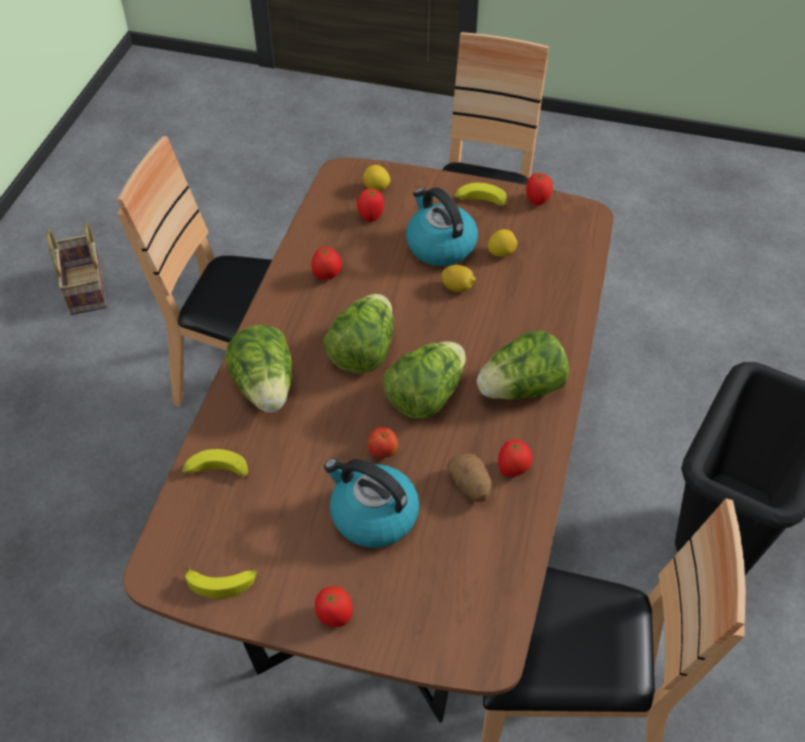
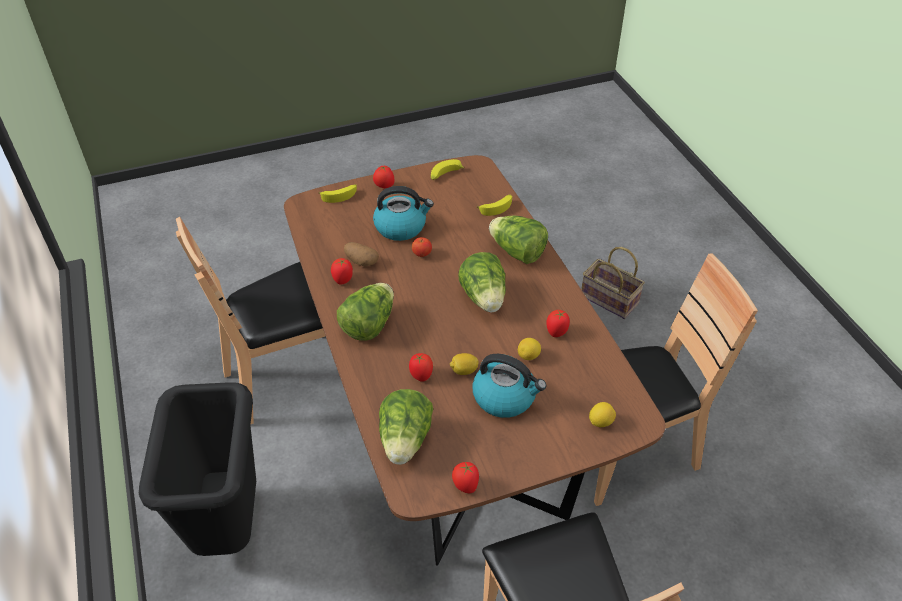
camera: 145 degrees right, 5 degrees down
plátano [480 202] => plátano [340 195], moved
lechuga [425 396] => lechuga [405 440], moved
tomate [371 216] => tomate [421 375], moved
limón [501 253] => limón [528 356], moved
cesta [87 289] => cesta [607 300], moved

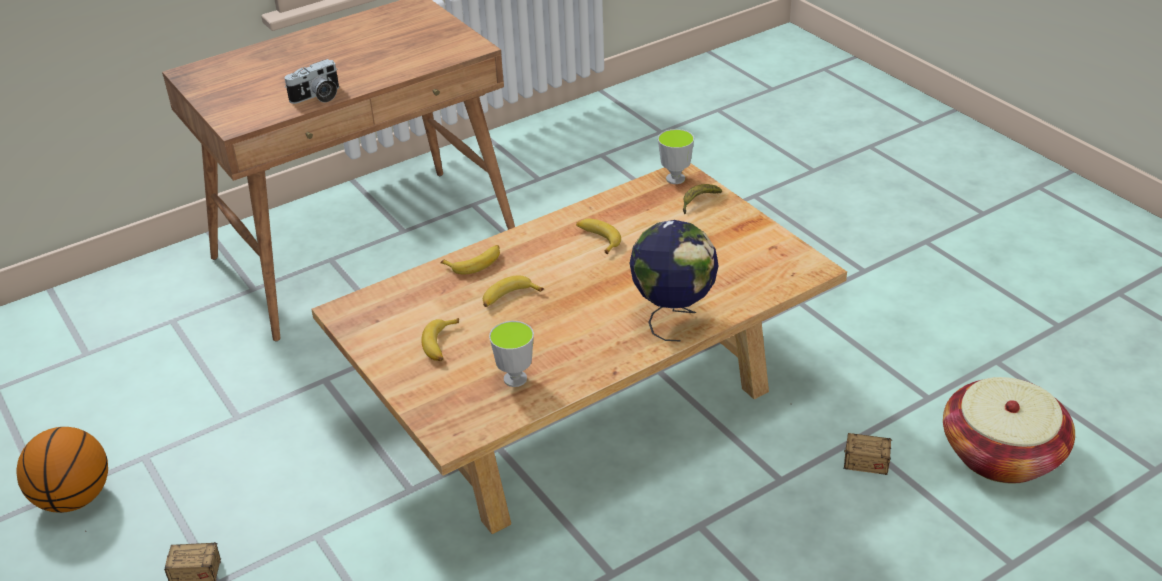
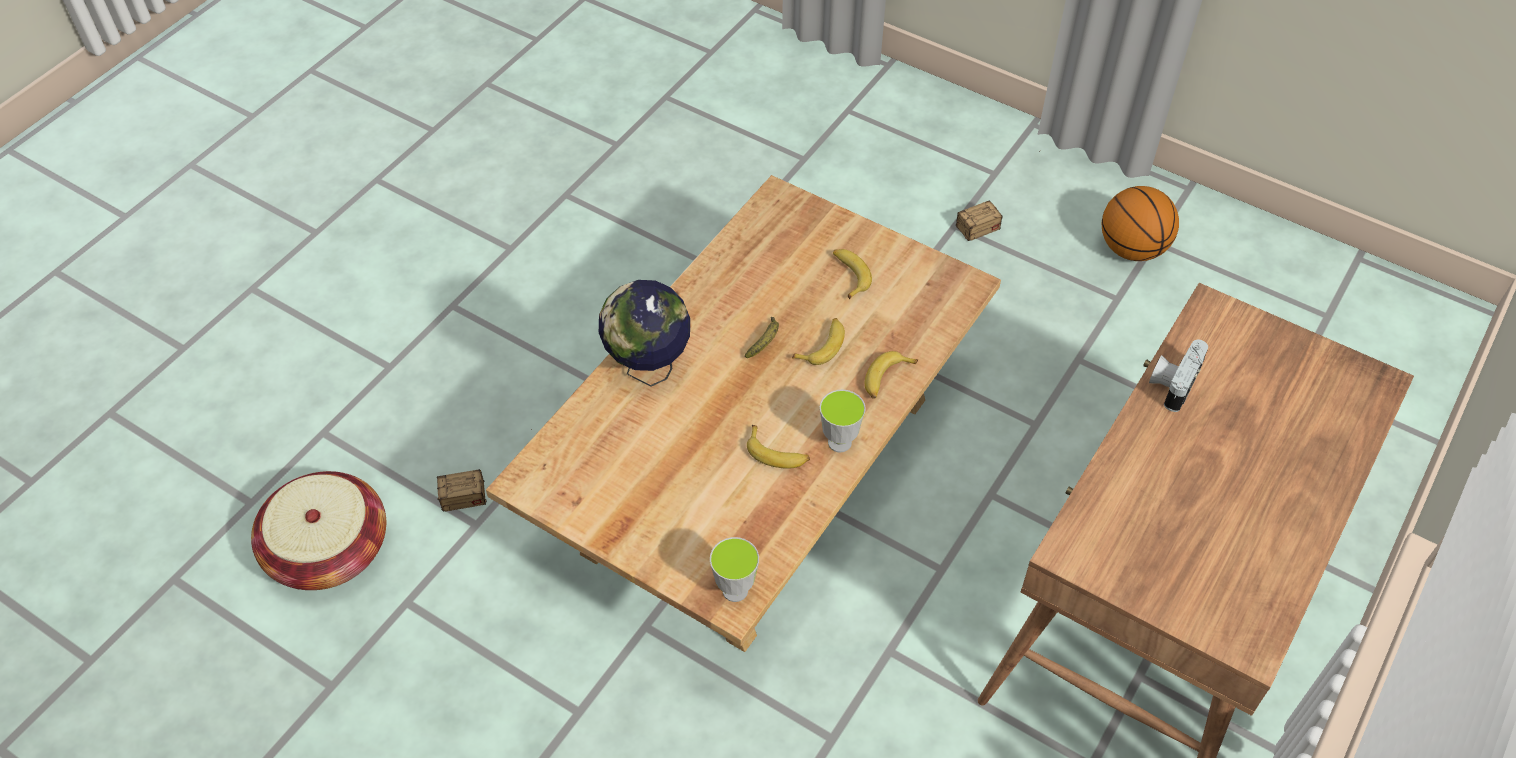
camera: 155 degrees right, 15 degrees up
plátano [698 202] => plátano [765 342], moved
taza [515 379] => taza [839 442], moved

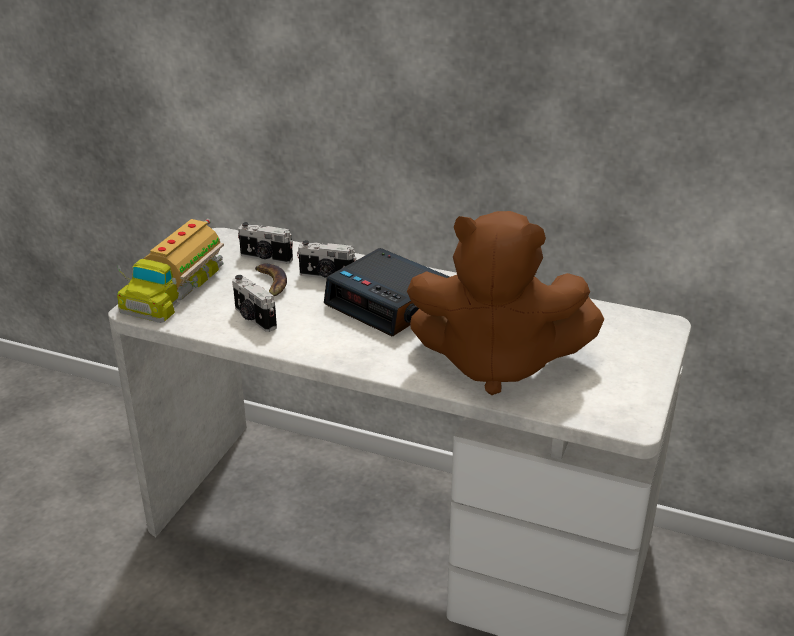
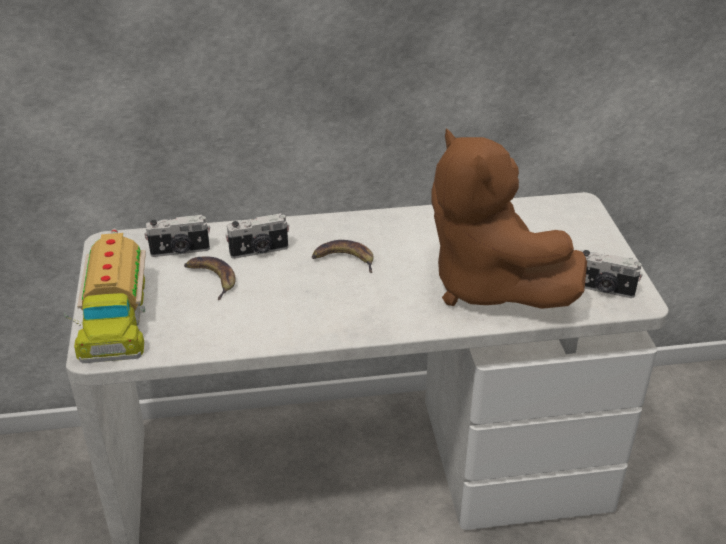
camera: 30 degrees left, 5 degrees up
despertador [389 303] => plátano [344 259]
peluche/marrón [496 363] => peluche/marrón [487 285], 75 degrees clockwise
cámara [253 318] => cámara [603 289], moved

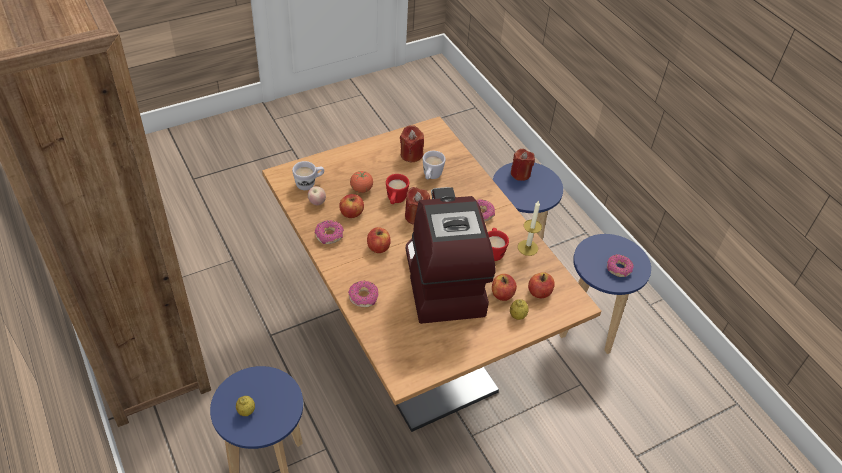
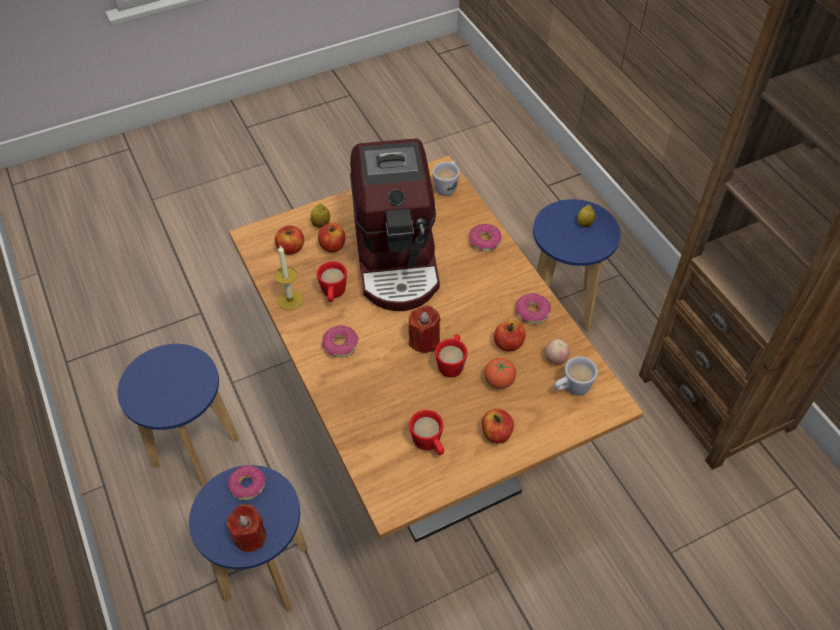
camera: 175 degrees left, 5 degrees up
rosquilla [619 269] => rosquilla [247 485], moved
vela/rojo [411 155] => taza grande/rojo [429 445]
taza grande/blanco [431 177] => taza grande/blanco [447 186], moved
manzana [378 247] => manzana [496 433], moved

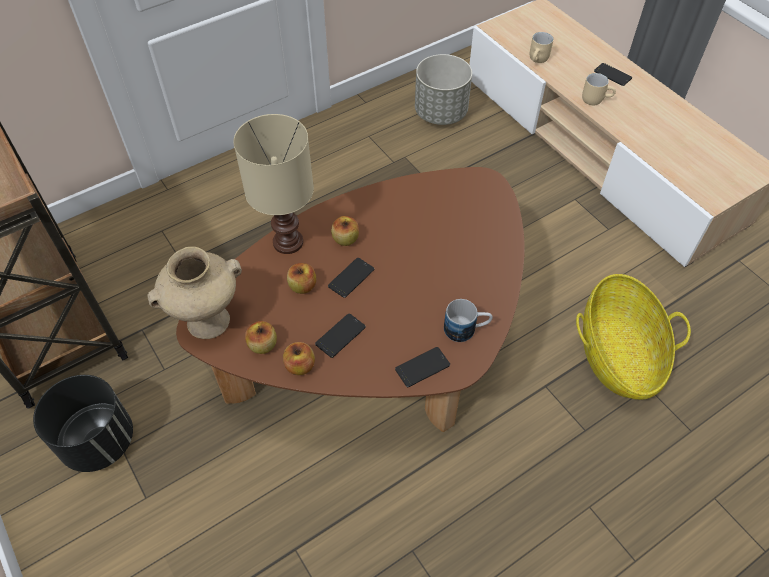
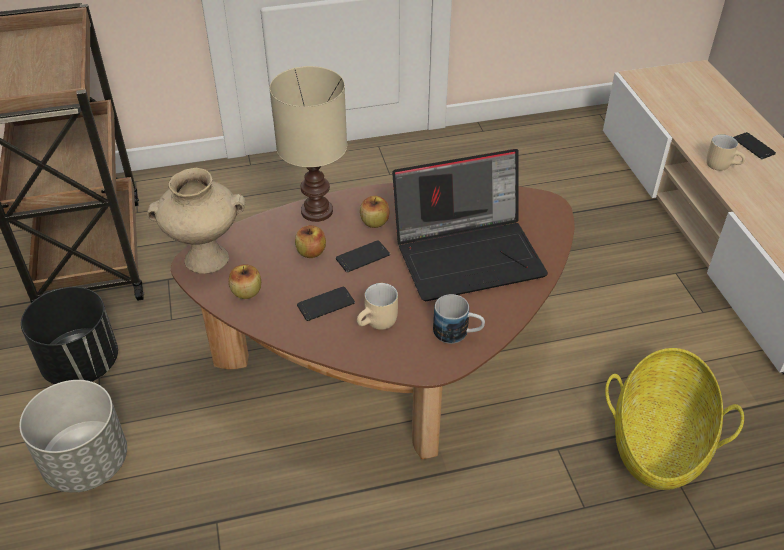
camera: 20 degrees right, 10 degrees down
maceta/gris [440 113] => maceta/gris [86 462], moved
taza grande/beis [539 60] => taza grande/beis [378 323], moved
nothing => portátil [469 254]
manzana [300 366] => nothing
móvil [422 367] => nothing

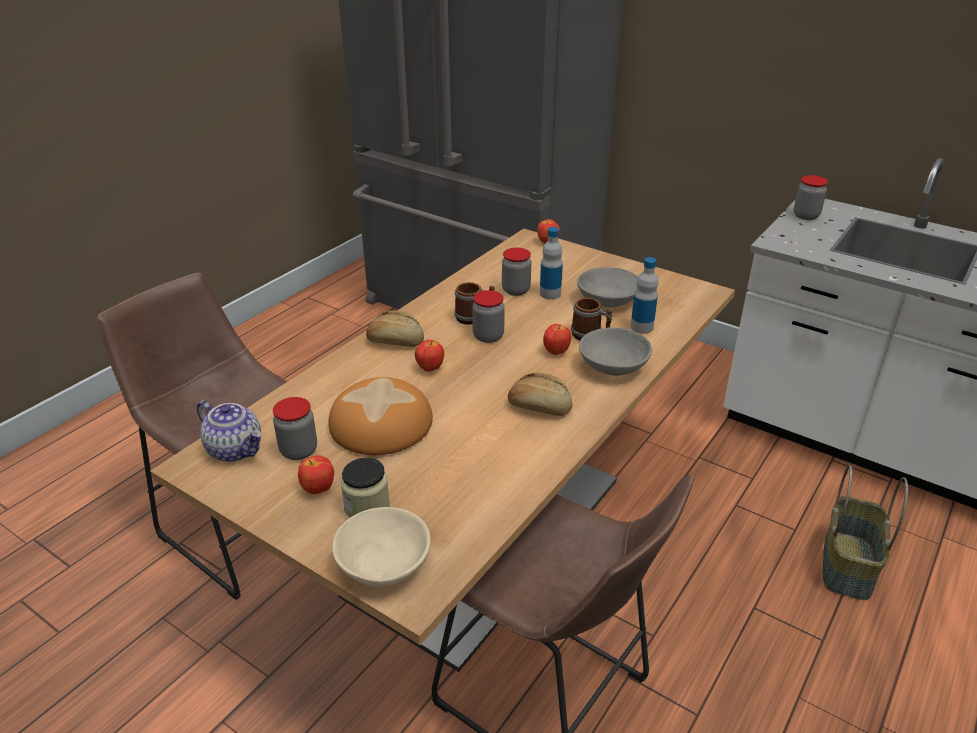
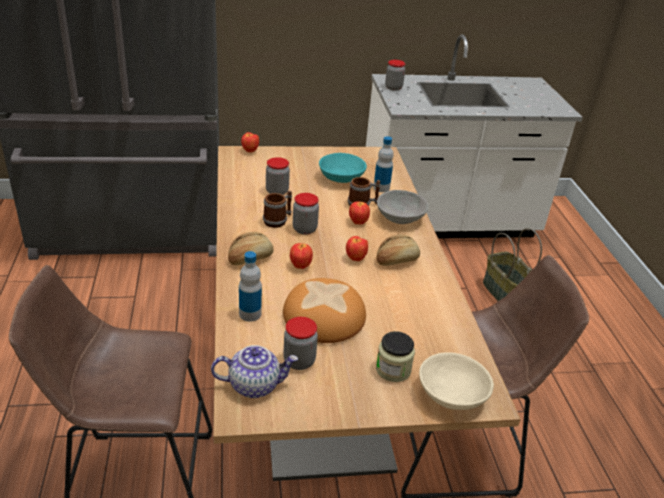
camera: 45 degrees left, 0 degrees up
botella [550 294] => botella [250 314], moved
cuenco/gris [607 301] => cuenco/turquesa [341 178]
manzana [318 489] => manzana [356 259], moved

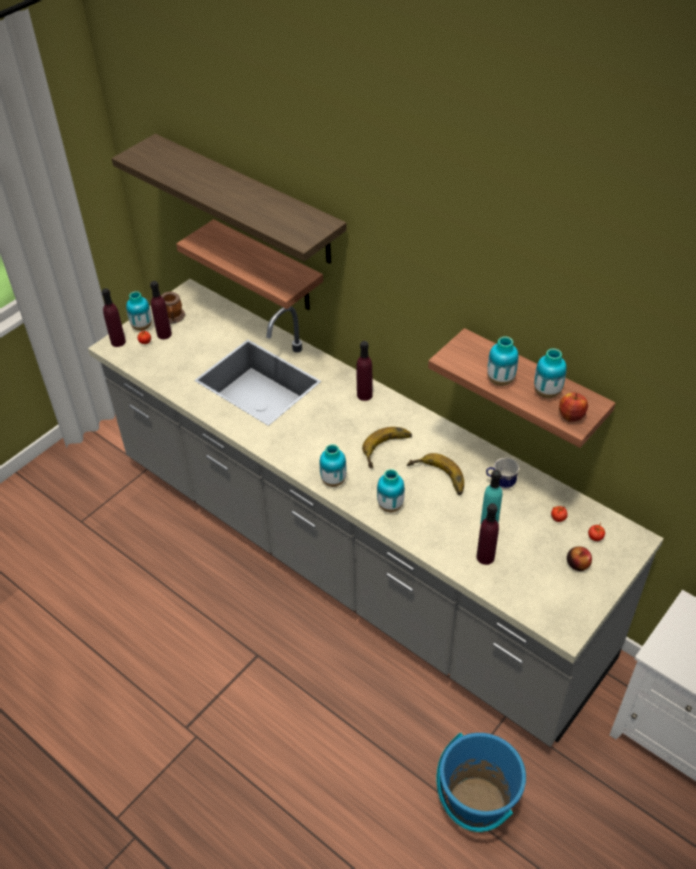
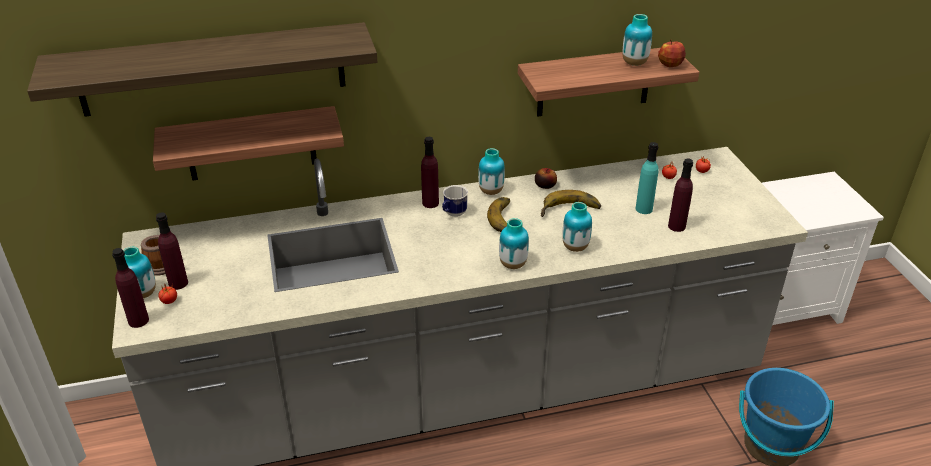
camera: 55 degrees left, 10 degrees down
taza grande [500 483] => taza grande [453 214], moved
florero [500 380] => florero [491 191], moved
manzana [578 564] => manzana [545 185], moved

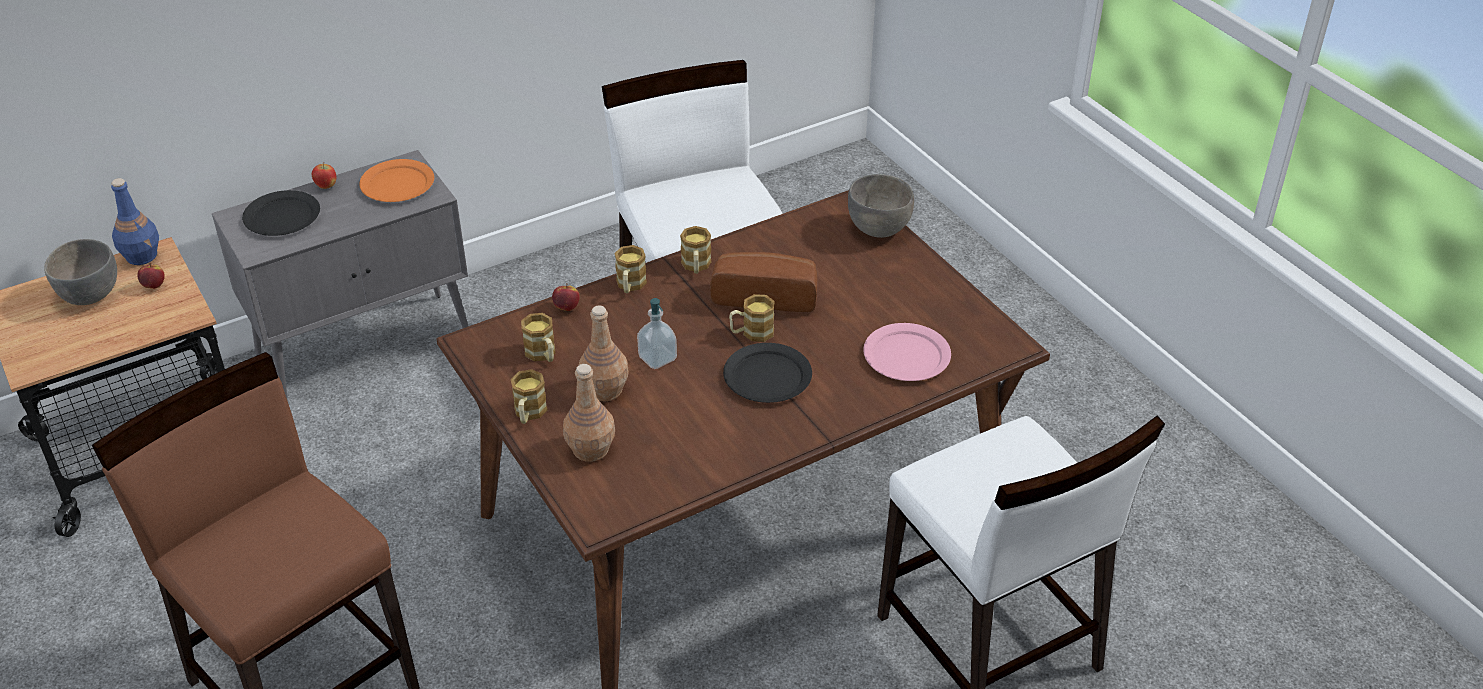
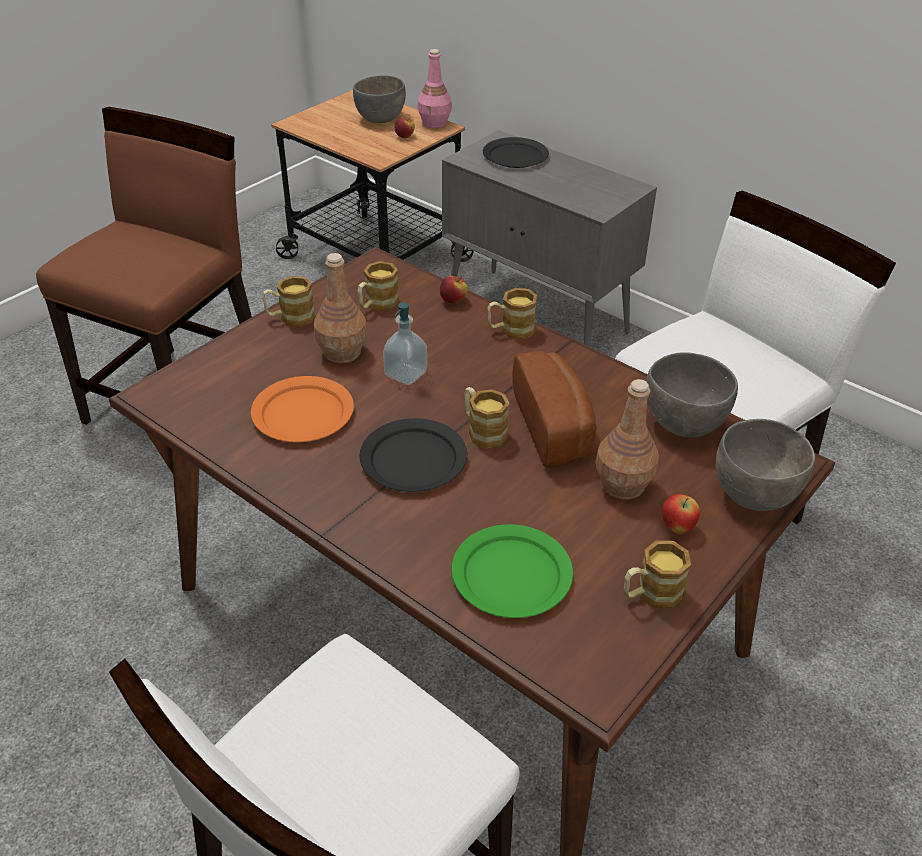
camera: 70 degrees right, 0 degrees up
plato/naranja [397 185] => plato/naranja [302 413], moved
botella/azul [142 256] => botella/rosa [435 123]
plato/rosa [906 356] => plato/verde [511 574]
botella/marrón [590 449] => botella/marrón [623 484], moved
taza grande [696 266] => taza grande [650 594], moved
nothing => cuenco/gris [682 423]
manzana [326 186] => manzana [677 527], moved

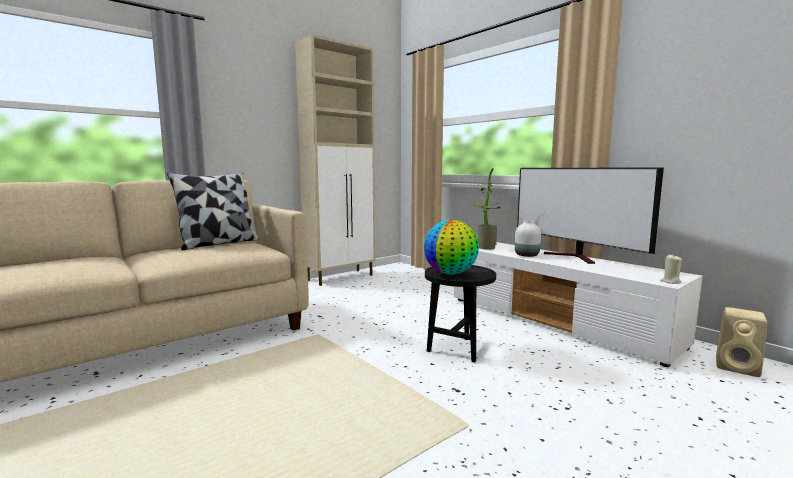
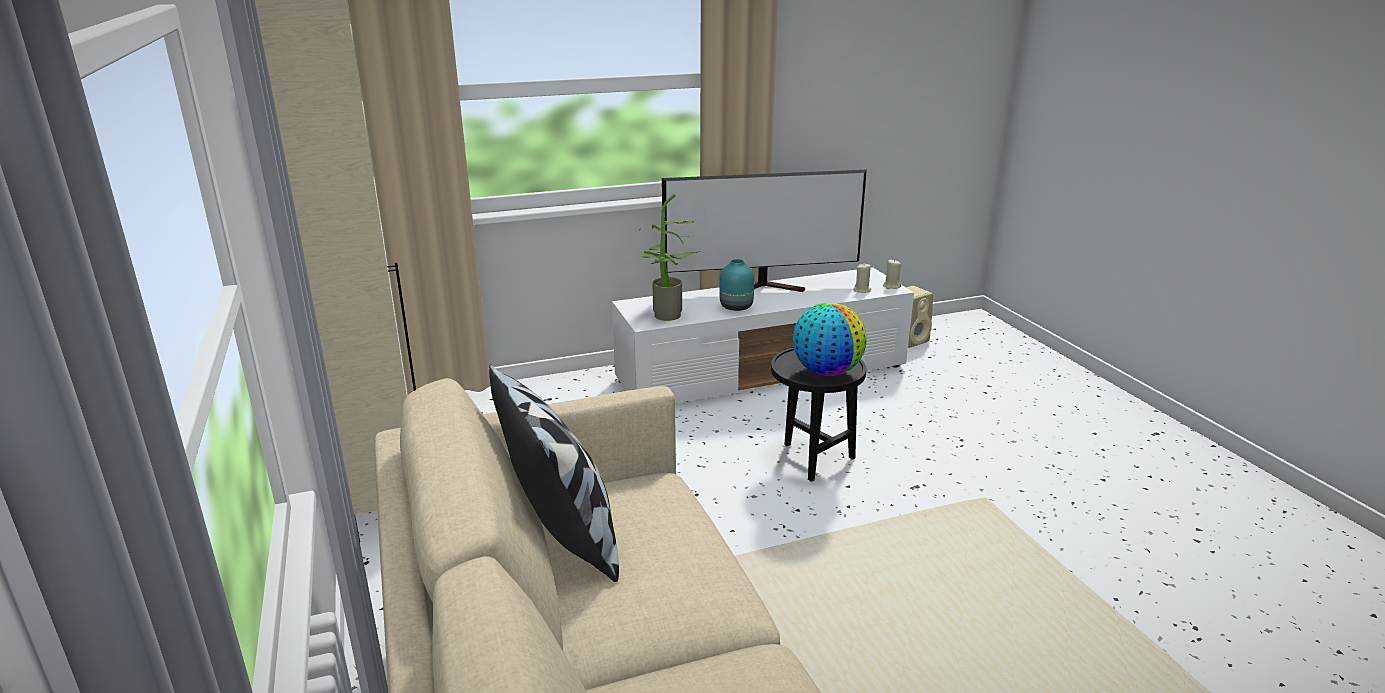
camera: 70 degrees left, 15 degrees up
florero/blanco [527 255] => florero/turquesa [735 306]
nothing => vela/beis [862 290]

